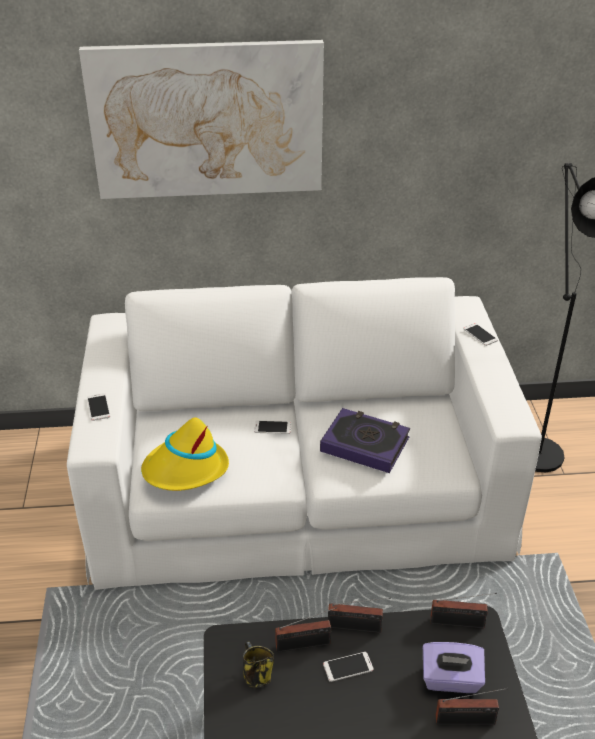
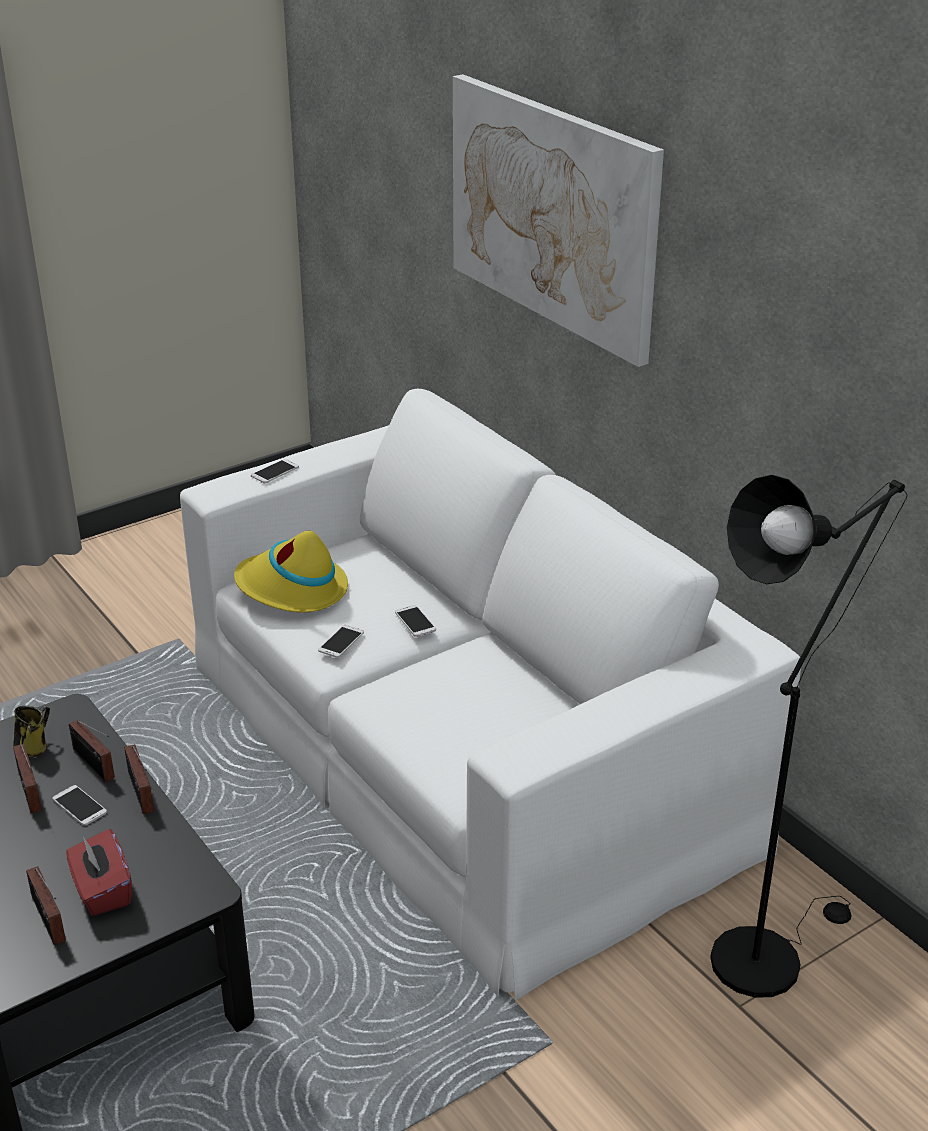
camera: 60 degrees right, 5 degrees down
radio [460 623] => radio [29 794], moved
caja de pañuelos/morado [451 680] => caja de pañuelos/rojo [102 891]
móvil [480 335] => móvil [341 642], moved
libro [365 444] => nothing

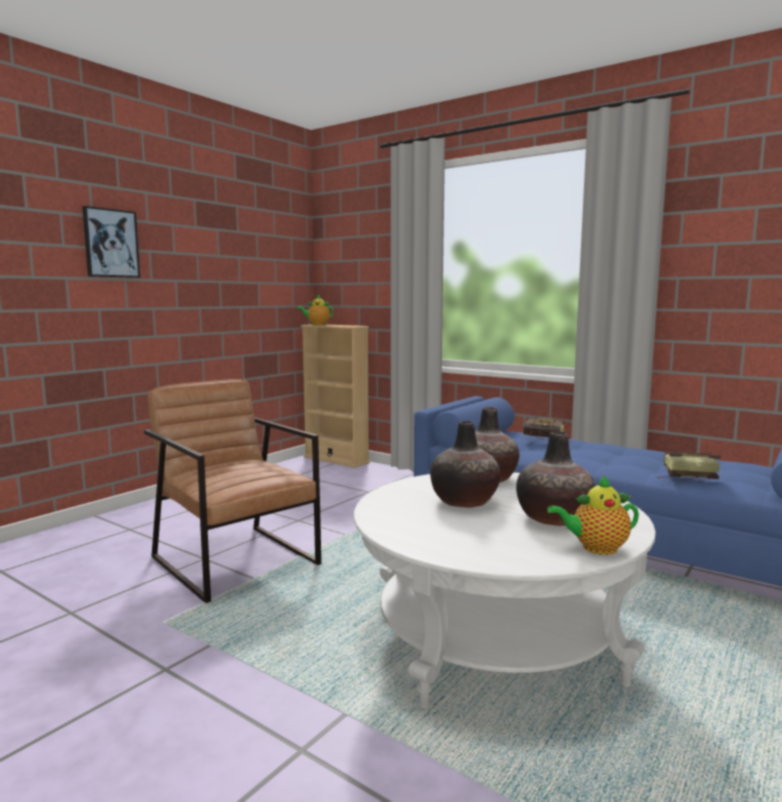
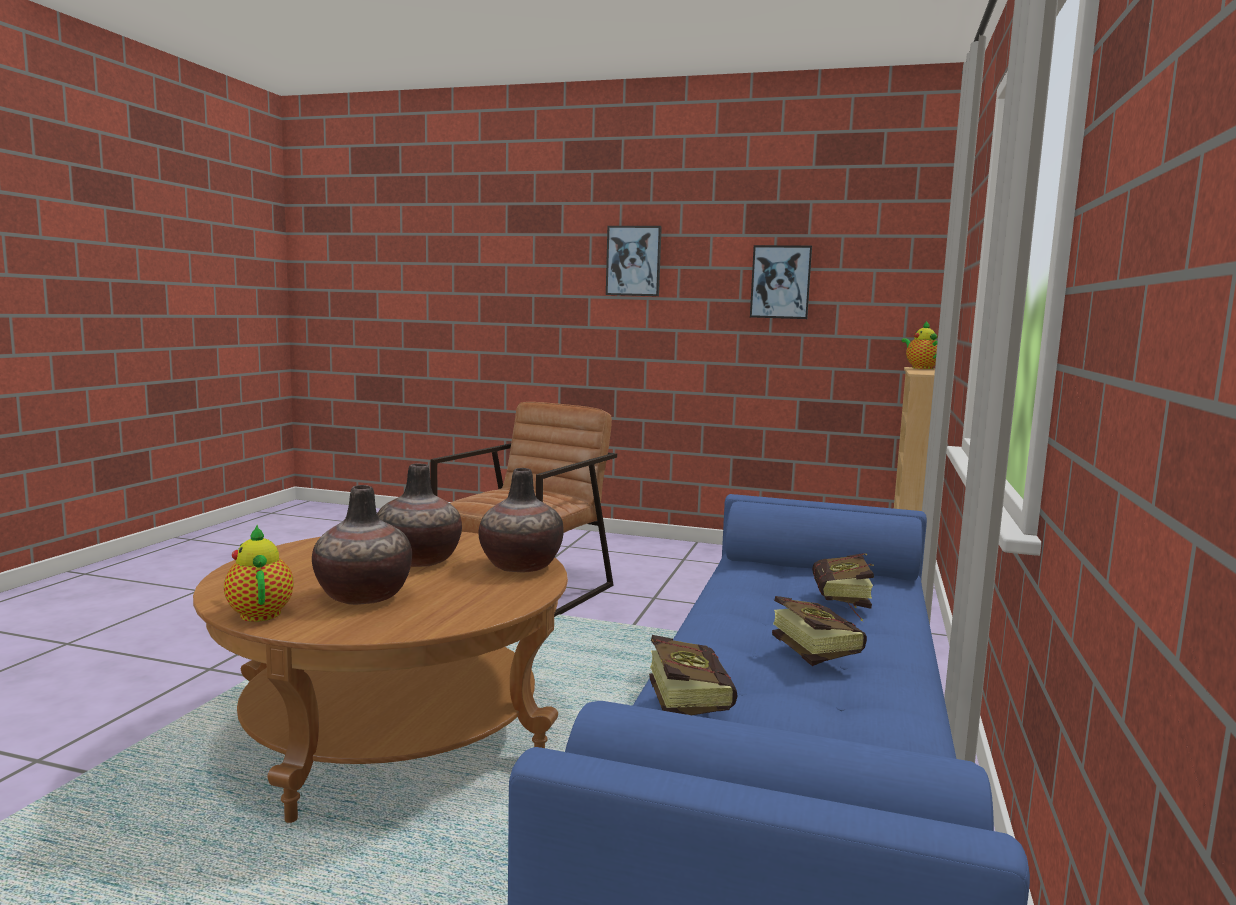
camera: 70 degrees right, 0 degrees up
mesa de centro/blanco [495 638] => mesa de centro/marrón [393 732]
nothing => cuadro [780 282]
nothing => libro [809 651]

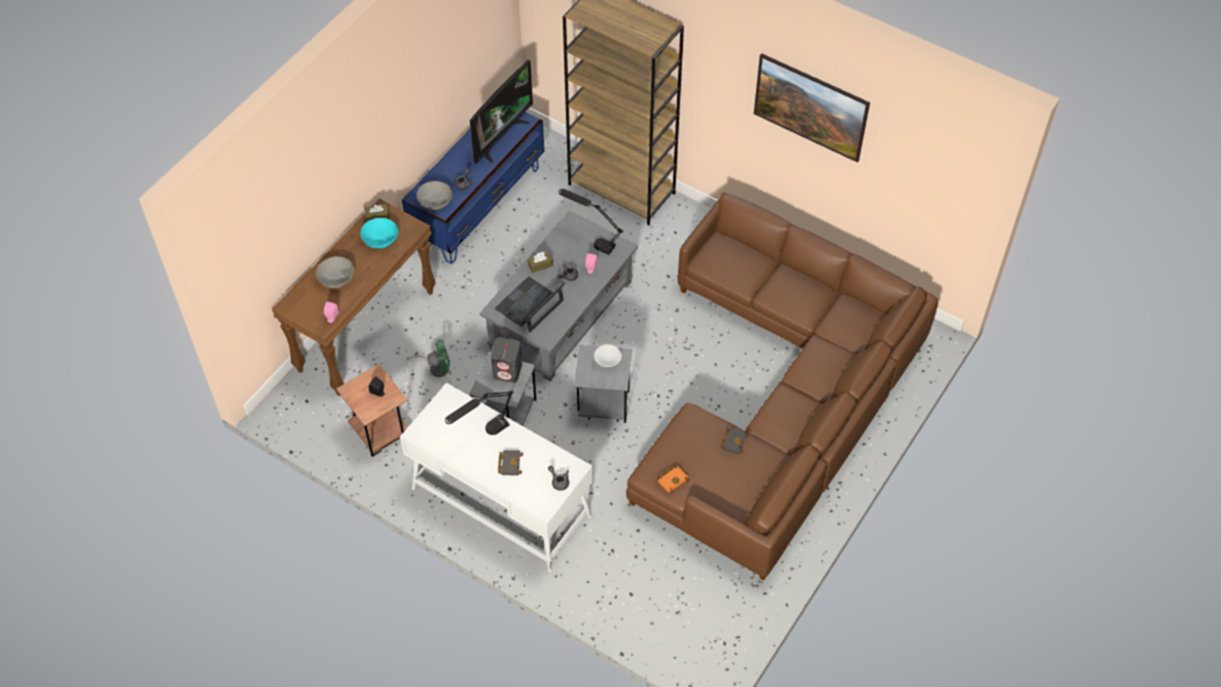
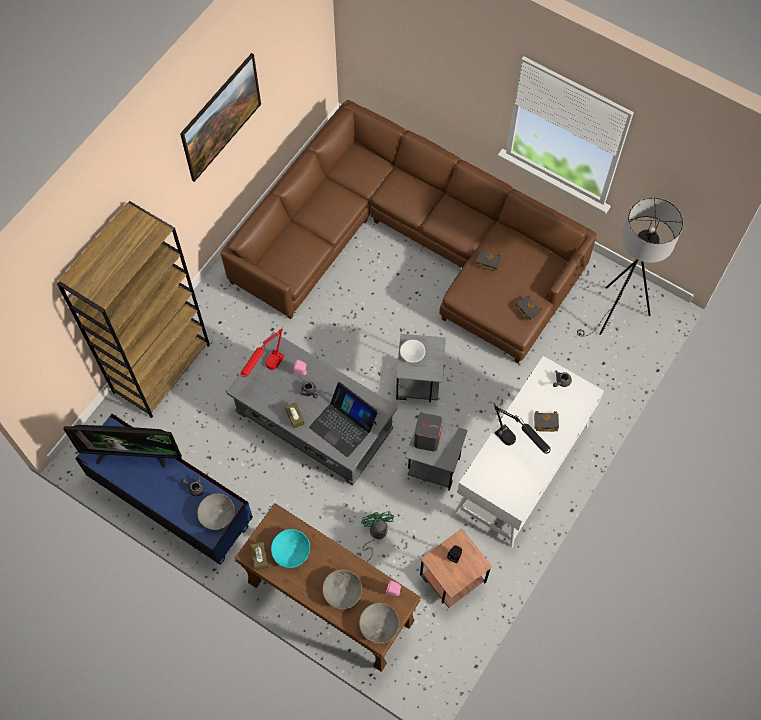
camera: 90 degrees left, 10 degrees up
televisor [500 137] => televisor [133 453], 150 degrees clockwise
lámpara de mesa/negro [591 241] => lámpara de mesa/rojo [267 371]
nothing => cuenco/gris [379 626]
libro/naranja [672 479] => libro/negro [526 309]
nothing => lámpara de pie/gris [616 316]

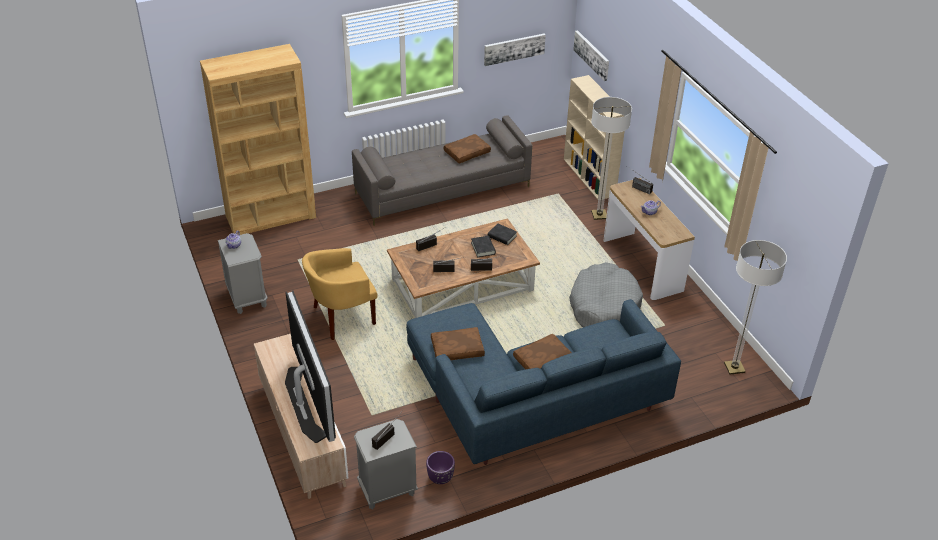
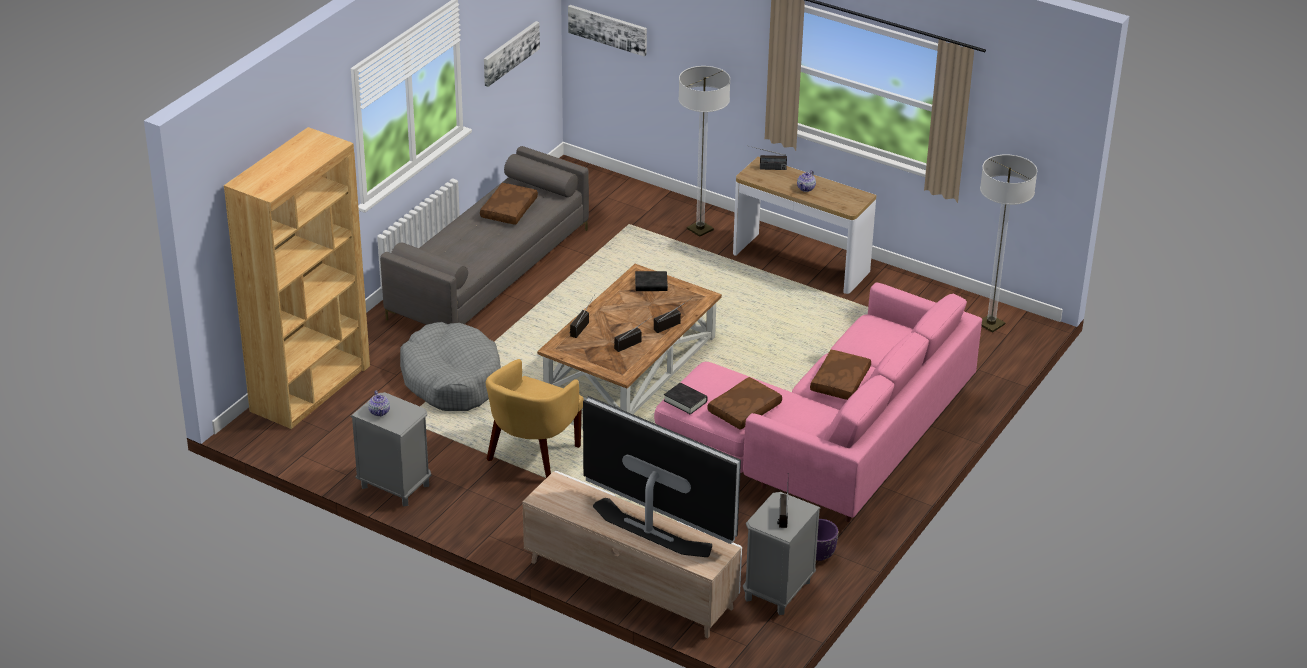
camera: 35 degrees left, 5 degrees down
cama para perro/gris [604 307] => cama para perro/gris [452 379], moved
sofá/azul [530 401] => sofá/rosa [829 444]
libro/negro [483 248] => libro/negro [685 401], moved
estantería/beis [589 177] => nothing

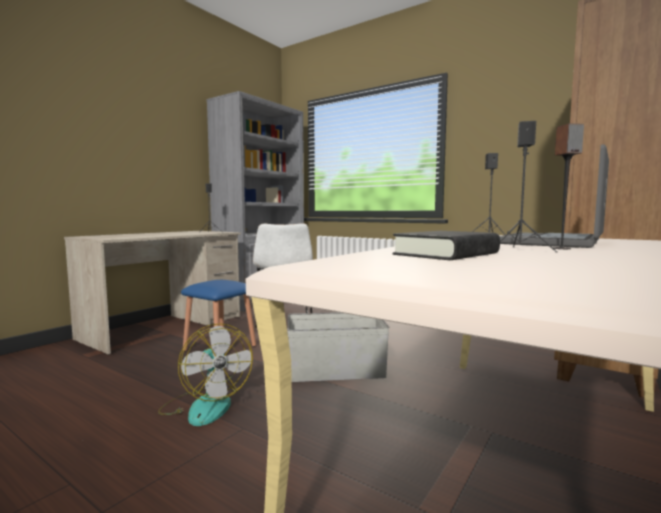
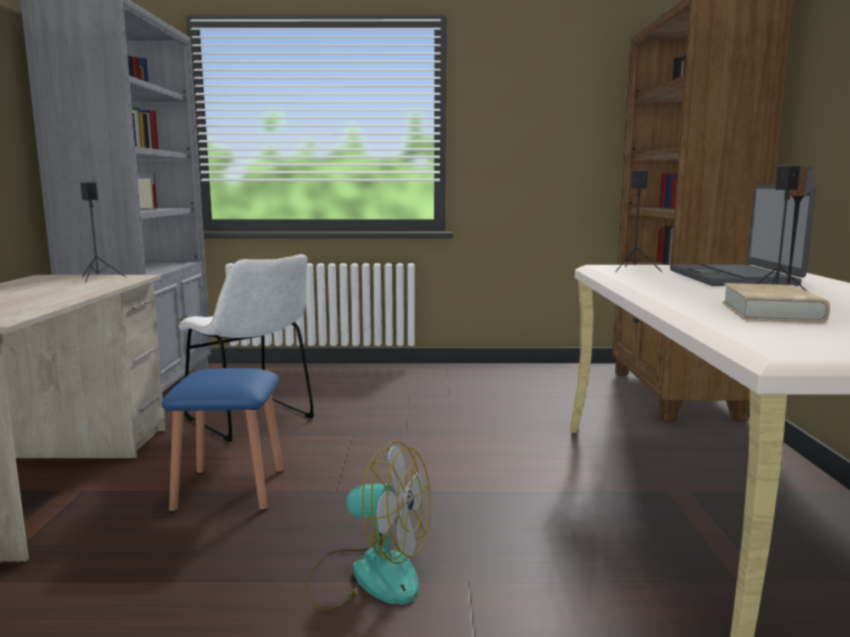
camera: 35 degrees left, 5 degrees up
libro/negro [446 254] => libro/beis [771 312]
caja de almacenaje/gris [336 371] => nothing

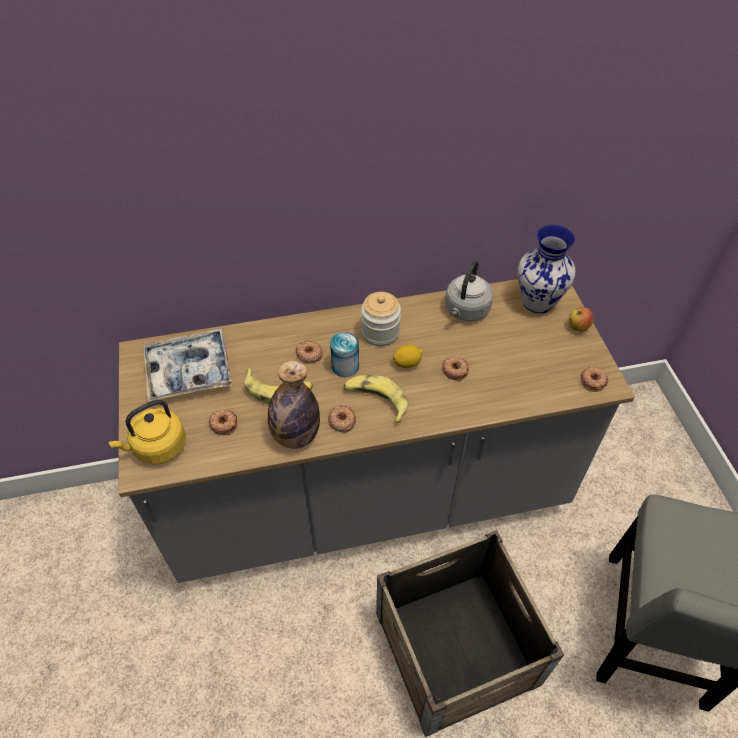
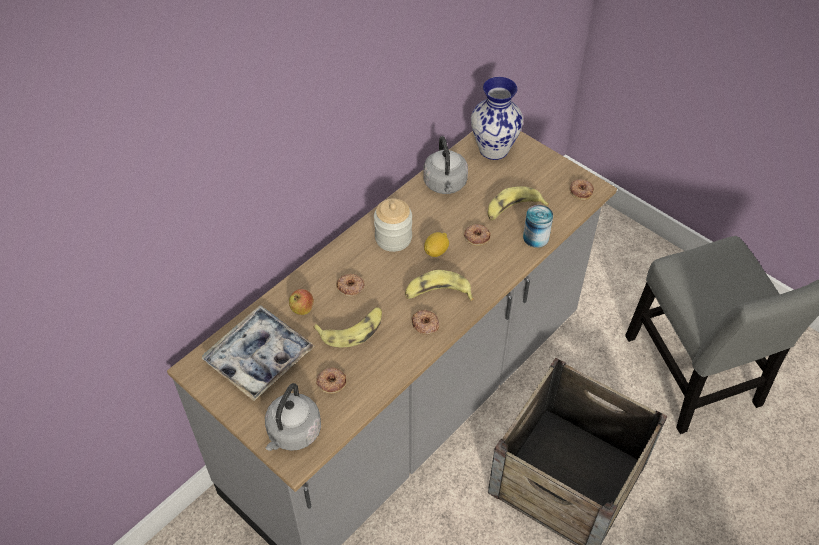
camera: 35 degrees left, 0 degrees up
hervidor/amarillo [157 447] => hervidor/gris [293 433]
manzana [578 327] => manzana [302 309], moved
nothing => plátano [513 209]
lata [345 366] => lata [536 237], moved
botella [295 436] => nothing

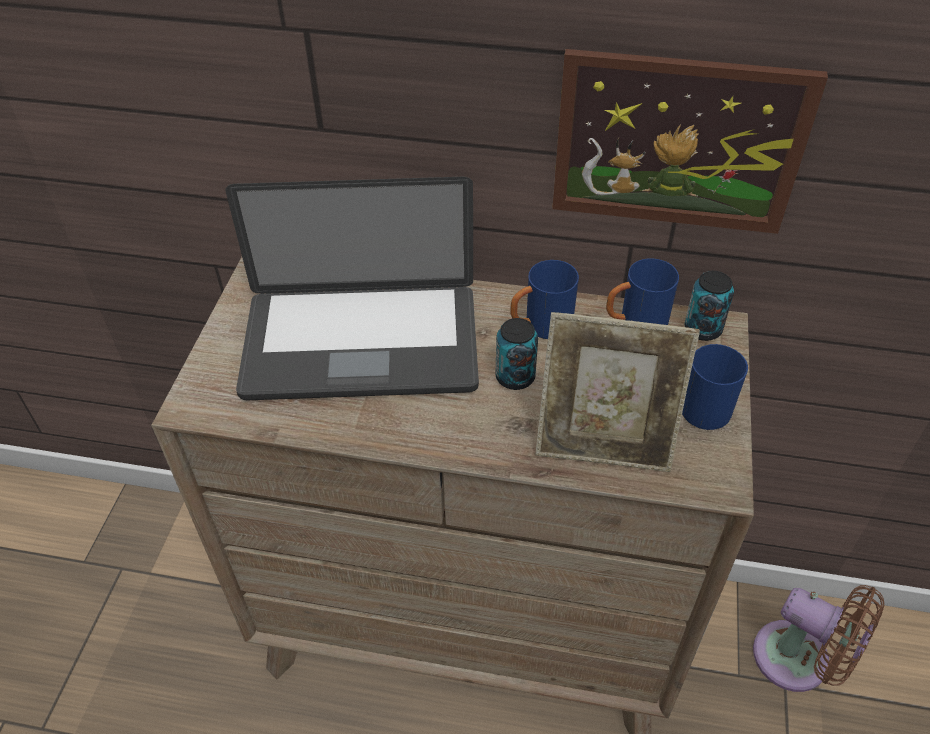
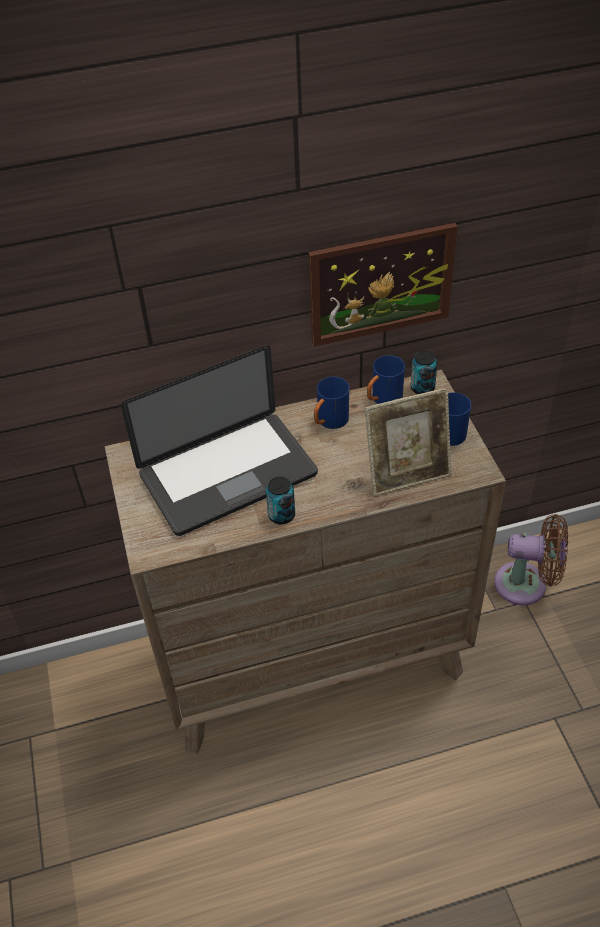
camera: 25 degrees left, 0 degrees up
lata [515 377] => lata [281 515], moved

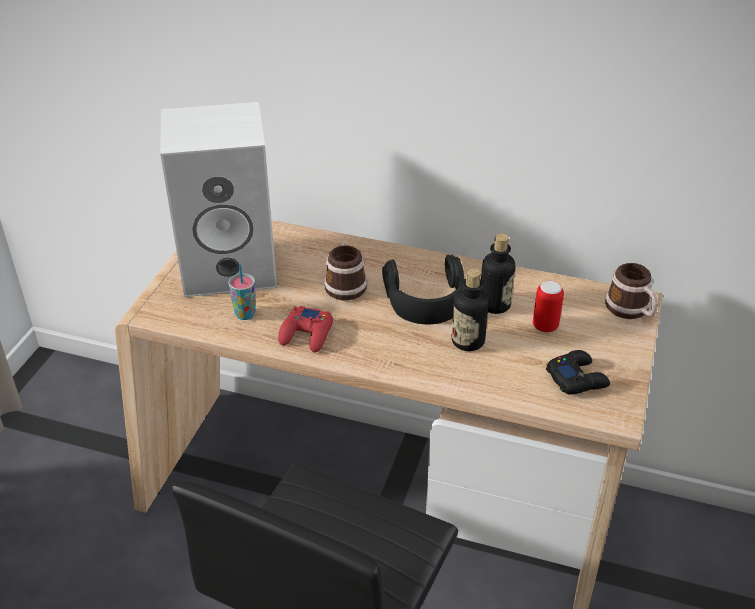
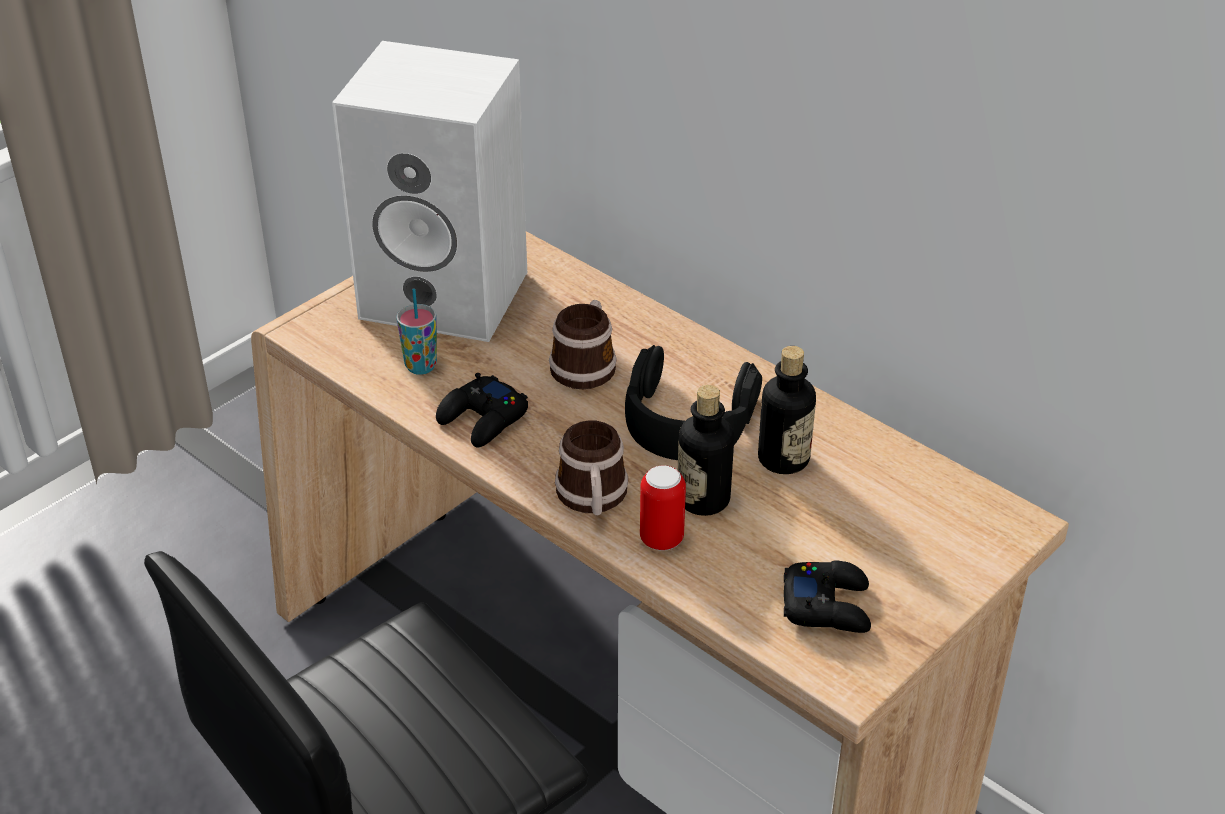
camera: 25 degrees right, 0 degrees up
mando de consola/rojo [307 334] => mando de consola/negro [483 419]
taza grande [631 310] => taza grande [592 499], moved
lata [545 326] => lata [661 539], moved

